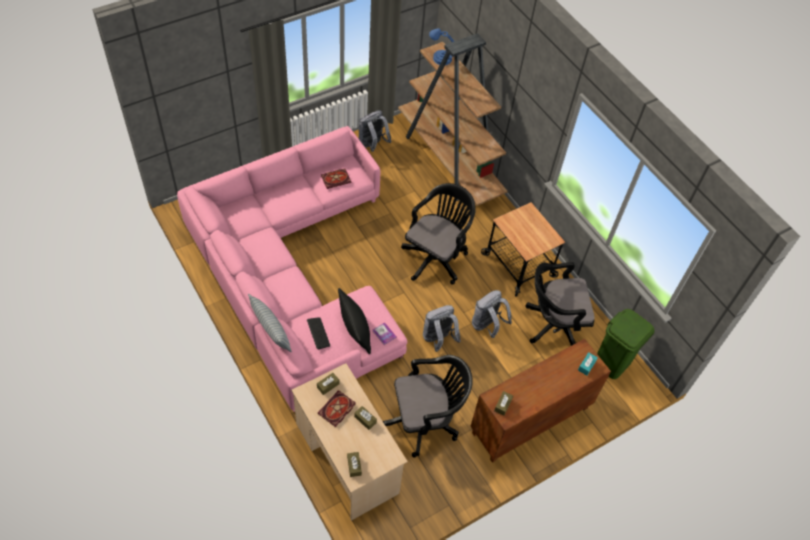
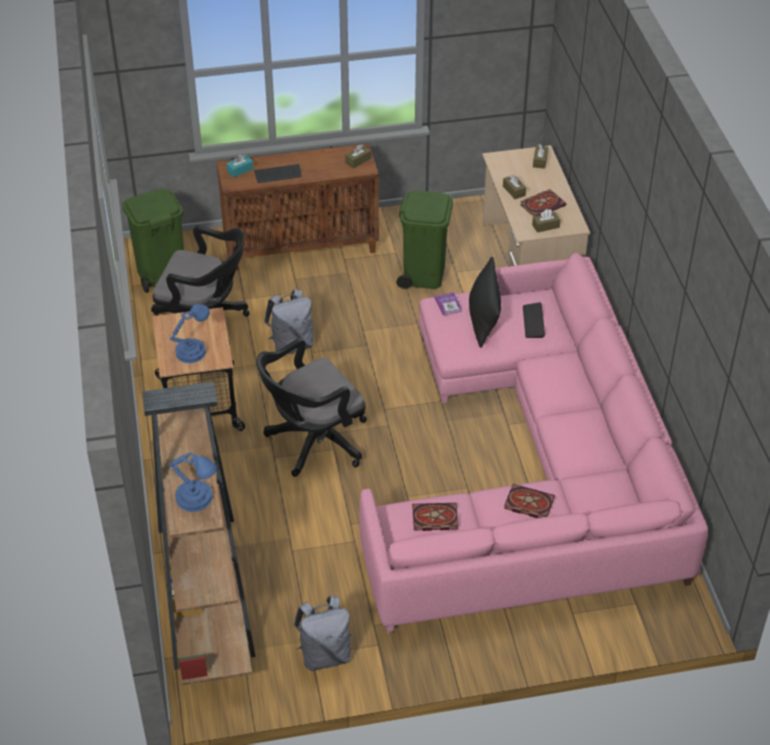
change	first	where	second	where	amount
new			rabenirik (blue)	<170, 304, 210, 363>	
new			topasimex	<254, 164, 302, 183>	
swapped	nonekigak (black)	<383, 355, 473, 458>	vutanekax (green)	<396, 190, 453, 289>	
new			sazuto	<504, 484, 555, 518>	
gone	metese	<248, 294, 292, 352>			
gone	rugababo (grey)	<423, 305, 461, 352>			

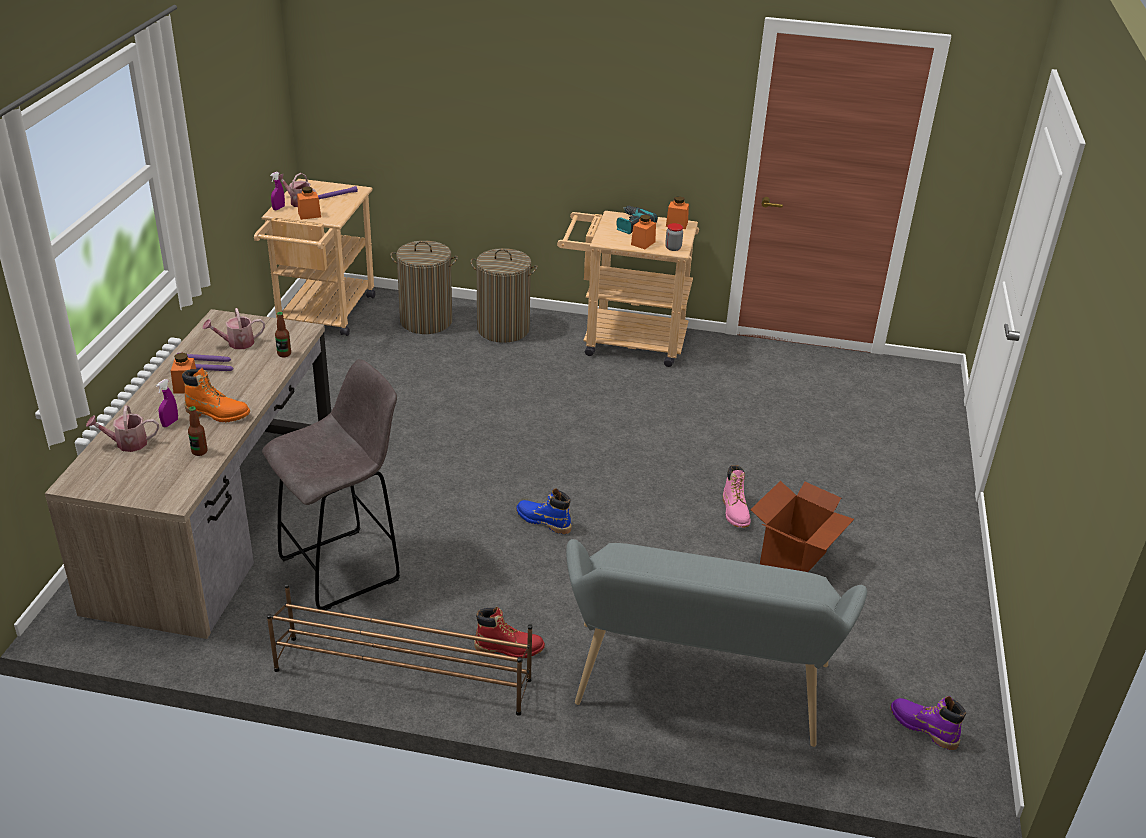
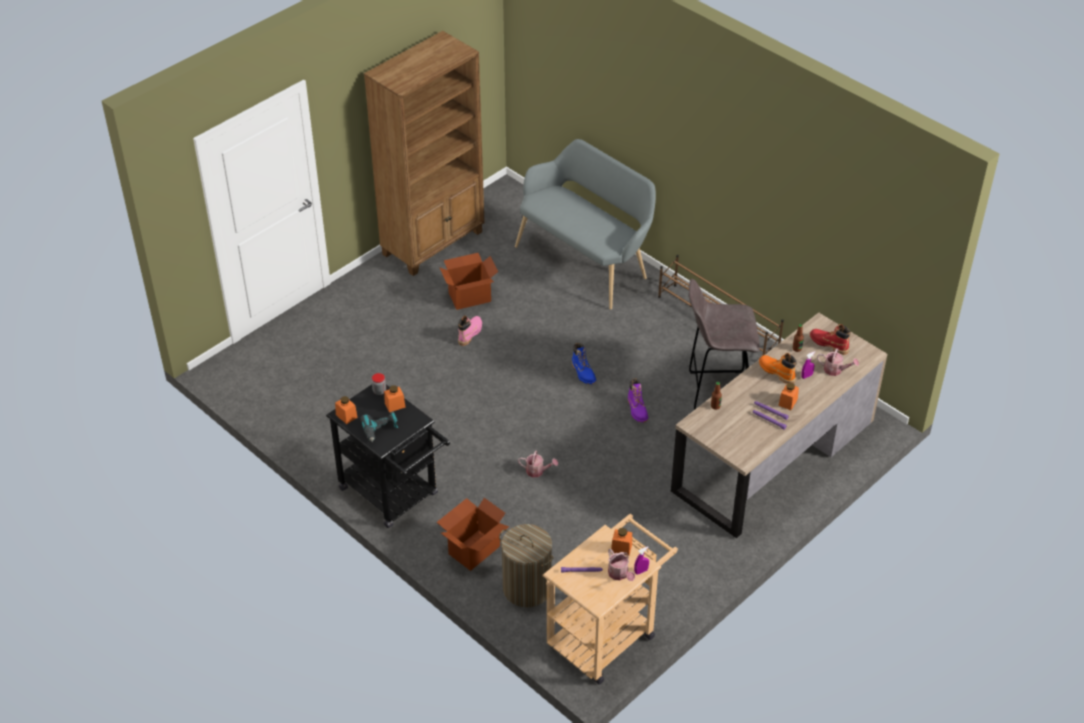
change	first	where	second	where	amount
repainted	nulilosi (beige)	<557, 211, 699, 367>	nulilosi (black)	<326, 384, 450, 528>	
new			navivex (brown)	<364, 31, 485, 276>	
swapped	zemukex	<470, 248, 538, 343>	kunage	<437, 498, 509, 571>	
shifted	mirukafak	<202, 308, 265, 349>		<518, 451, 558, 478>	
shifted	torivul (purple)	<890, 696, 966, 750>		<628, 379, 648, 423>	
shifted	torivul (red)	<474, 607, 545, 659>		<810, 324, 851, 355>	

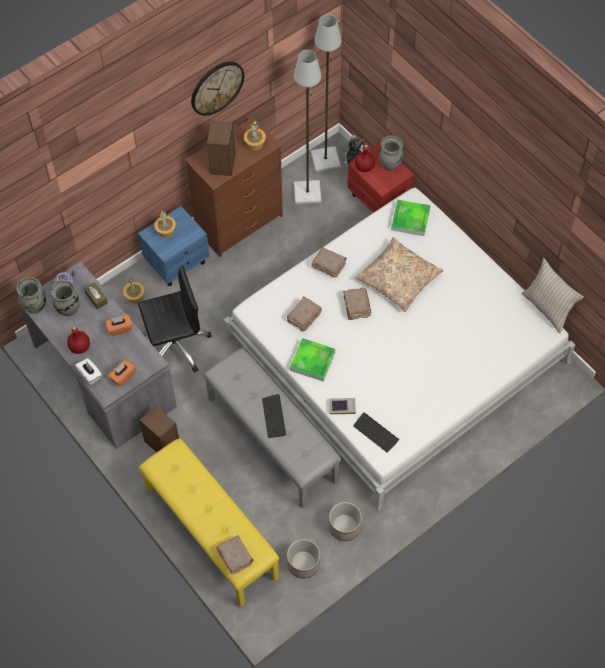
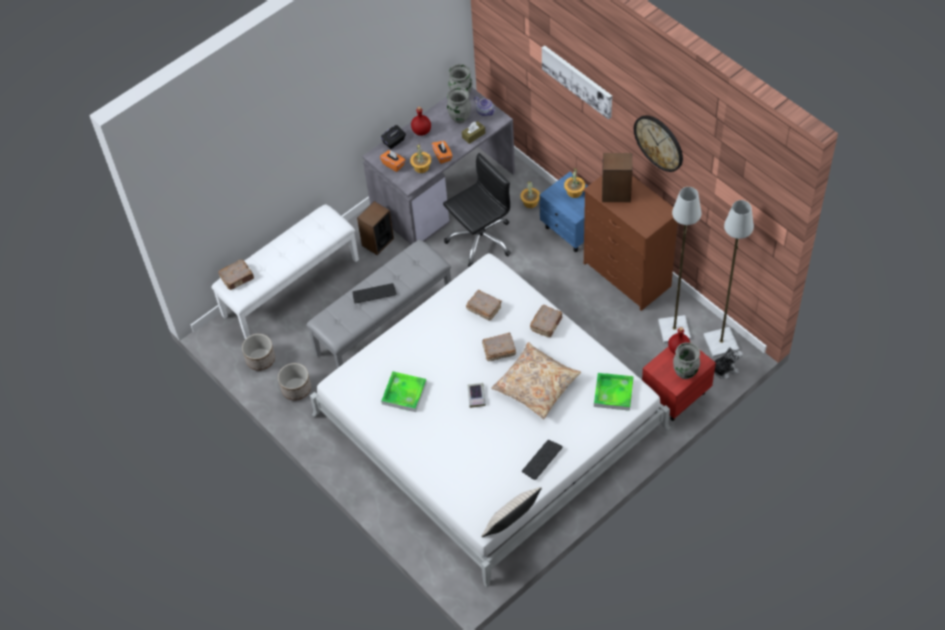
change	first	where	second	where	amount
repainted	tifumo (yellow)	<138, 438, 279, 607>	tifumo (white)	<211, 204, 359, 339>	
repainted	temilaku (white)	<75, 358, 102, 385>	temilaku (black)	<381, 125, 406, 149>	
shifted	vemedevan	<290, 338, 336, 382>		<381, 371, 427, 412>	
shifted	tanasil	<244, 120, 266, 151>		<410, 143, 431, 173>	
rotated	nonekigak (black)	<138, 265, 212, 373>		<443, 153, 511, 267>	105 degrees counterclockwise
shifted	sazuto	<330, 398, 356, 414>		<468, 383, 486, 408>	
shifted	topasimex	<353, 413, 399, 453>		<522, 440, 563, 480>	
new			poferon	<542, 45, 612, 120>	

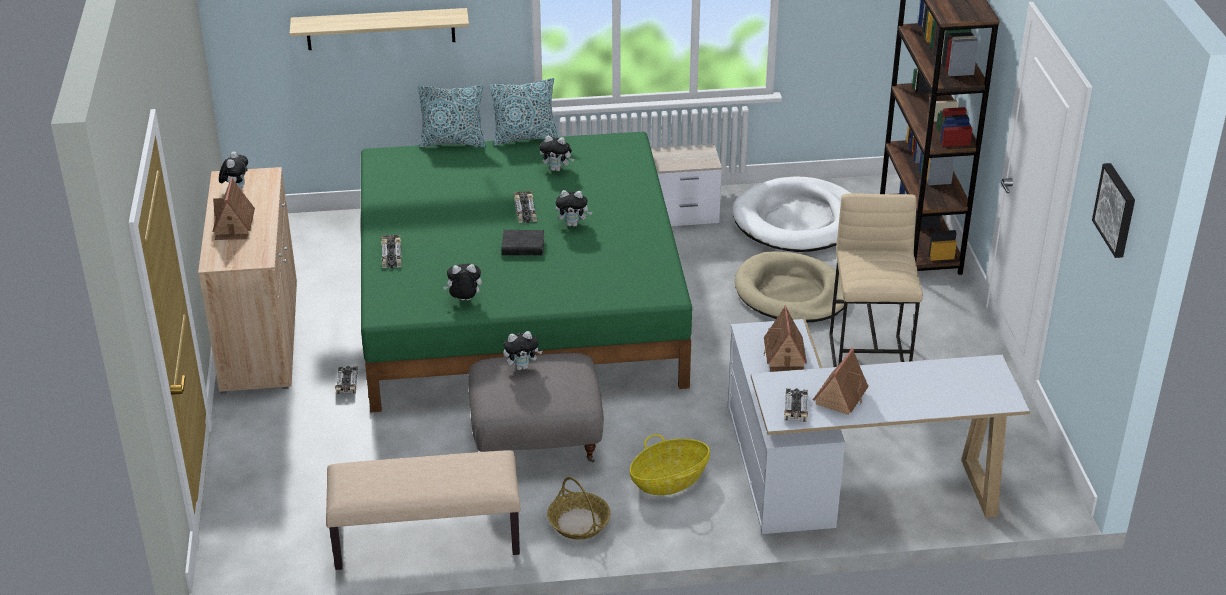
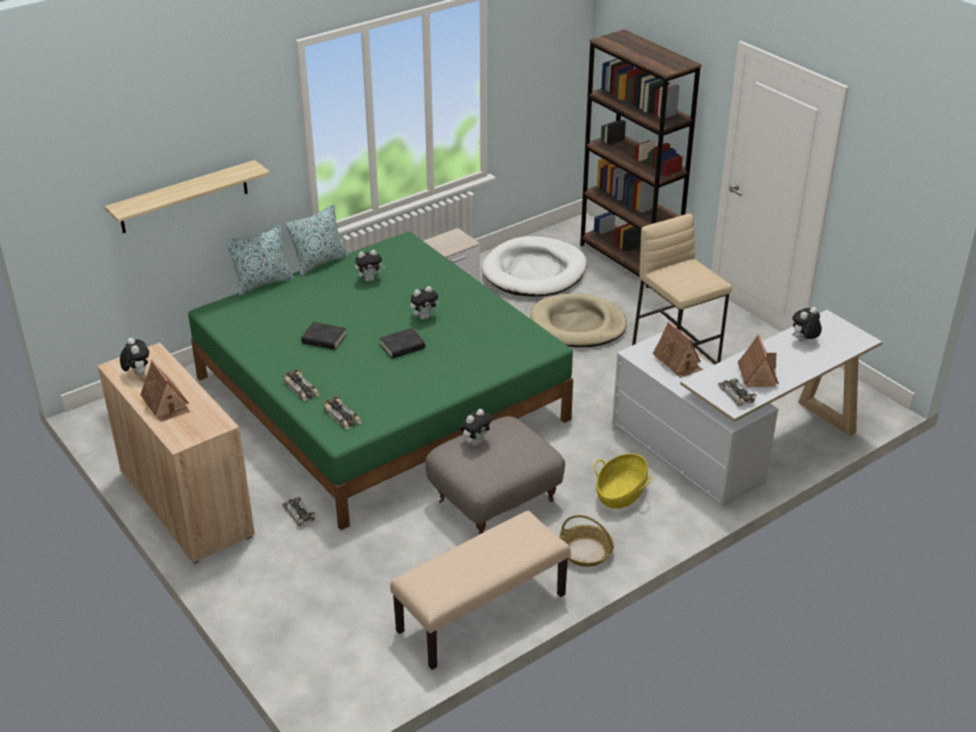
change	first	where	second	where	amount
new			sazuto (black)	<301, 322, 346, 350>	
shifted	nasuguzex	<513, 191, 537, 223>		<322, 395, 361, 429>	
shifted	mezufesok	<443, 264, 482, 300>		<792, 307, 822, 341>	
gone	poferon	<1092, 163, 1135, 258>			

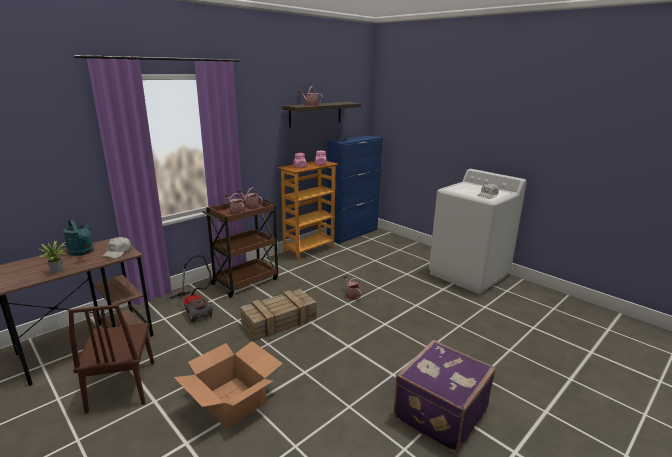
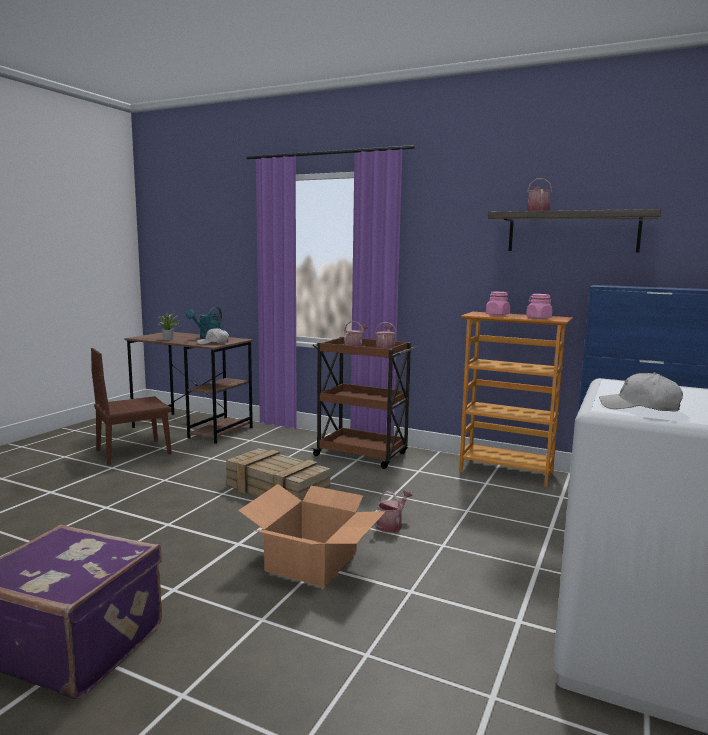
change	first	where	second	where	amount
shifted	kunage	<174, 341, 283, 429>		<238, 484, 386, 587>	
gone	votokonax	<170, 255, 213, 322>			

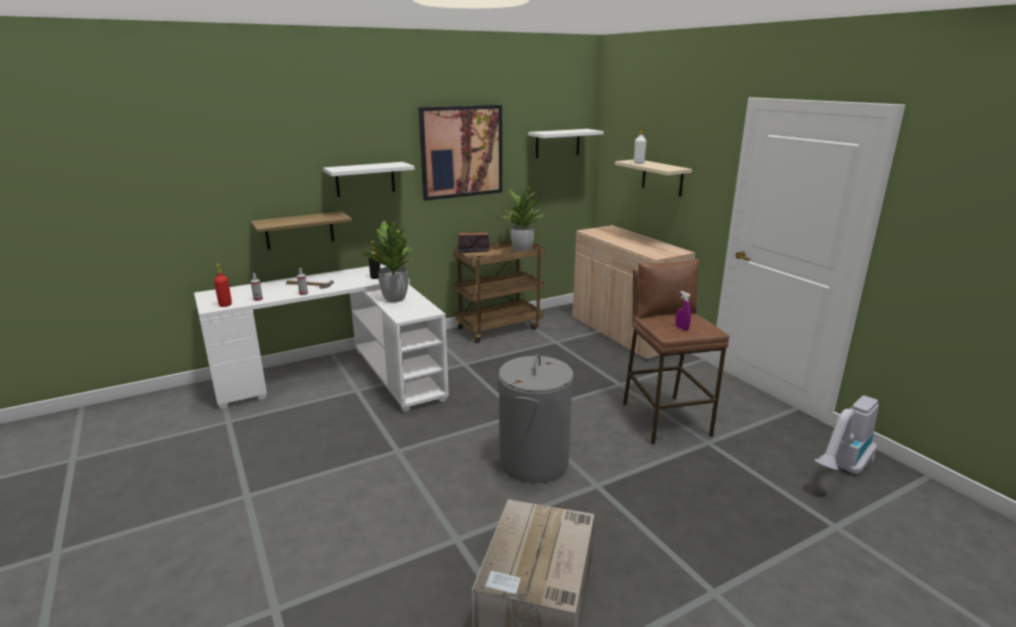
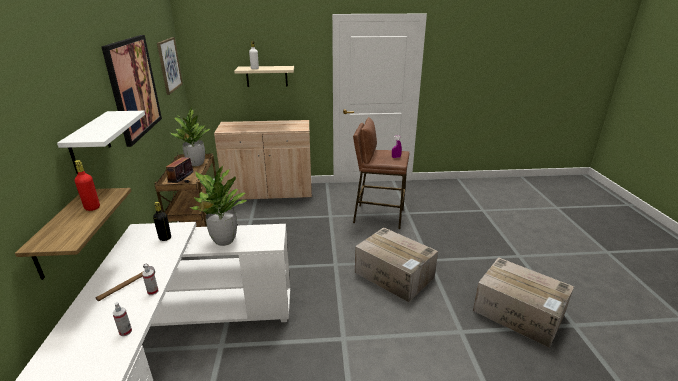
change	first	where	second	where	amount
shifted	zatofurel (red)	<214, 264, 232, 307>		<75, 160, 100, 211>	
swapped	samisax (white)	<528, 129, 604, 158>	poferon	<157, 37, 183, 95>	
swapped	zemukex (grey)	<498, 354, 574, 483>	kunage	<355, 227, 438, 302>	
gone	votokonax	<814, 395, 879, 474>			

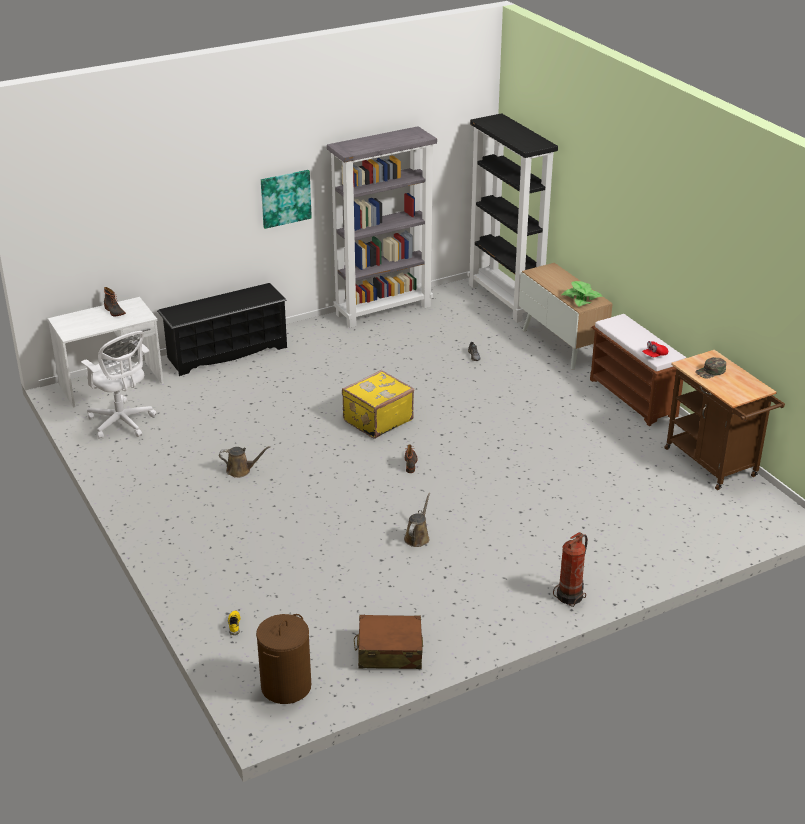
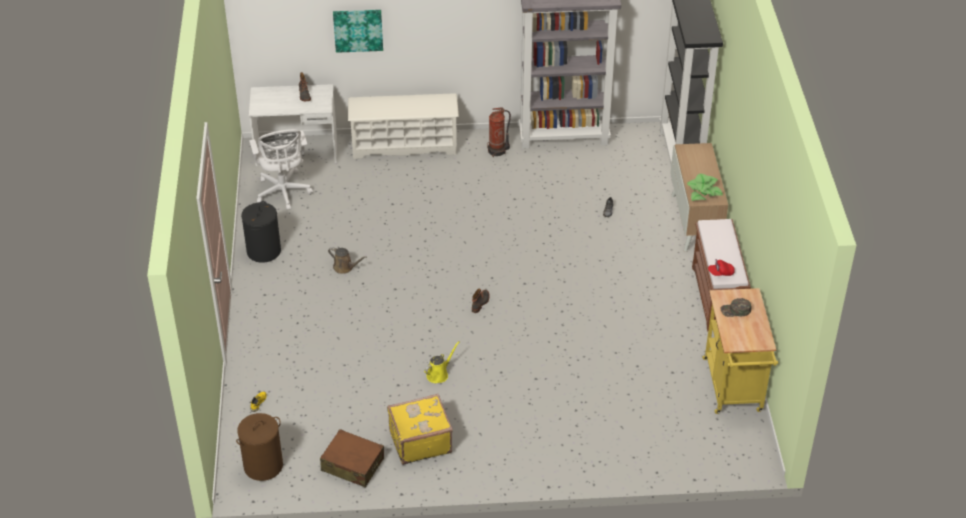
change	first	where	second	where	amount
new			zemukex (black)	<241, 201, 281, 263>	
shifted	poferon	<261, 170, 312, 229>		<333, 10, 383, 53>	
repainted	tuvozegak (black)	<157, 283, 287, 376>	tuvozegak (white)	<348, 93, 459, 159>	
shifted	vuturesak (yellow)	<342, 370, 414, 439>		<387, 394, 453, 465>	
repainted	mirukafak (brown)	<404, 493, 430, 547>	mirukafak (yellow)	<424, 341, 460, 383>	
shifted	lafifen	<553, 532, 588, 607>		<487, 107, 511, 157>	
repainted	nulilosi (brown)	<664, 350, 785, 490>	nulilosi (yellow)	<702, 288, 778, 414>	

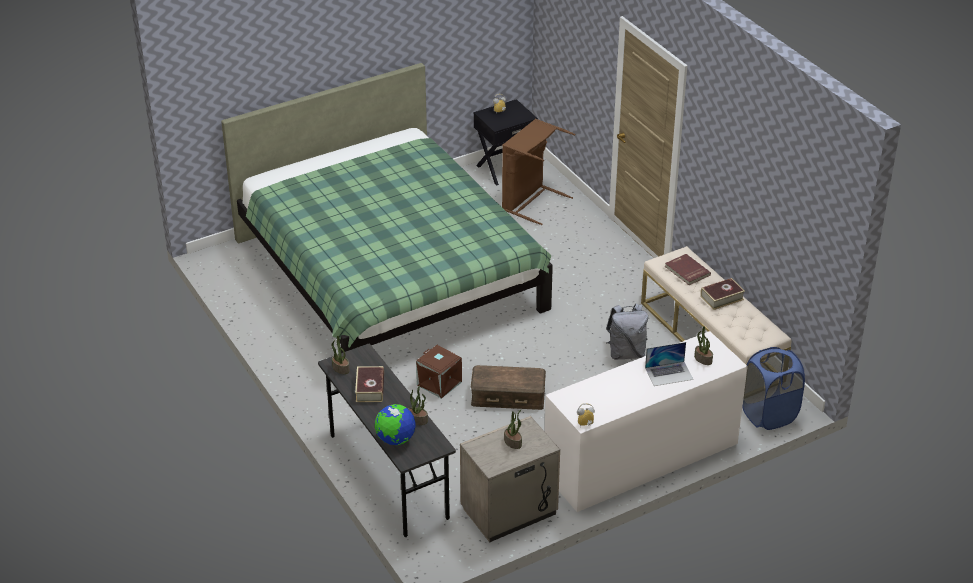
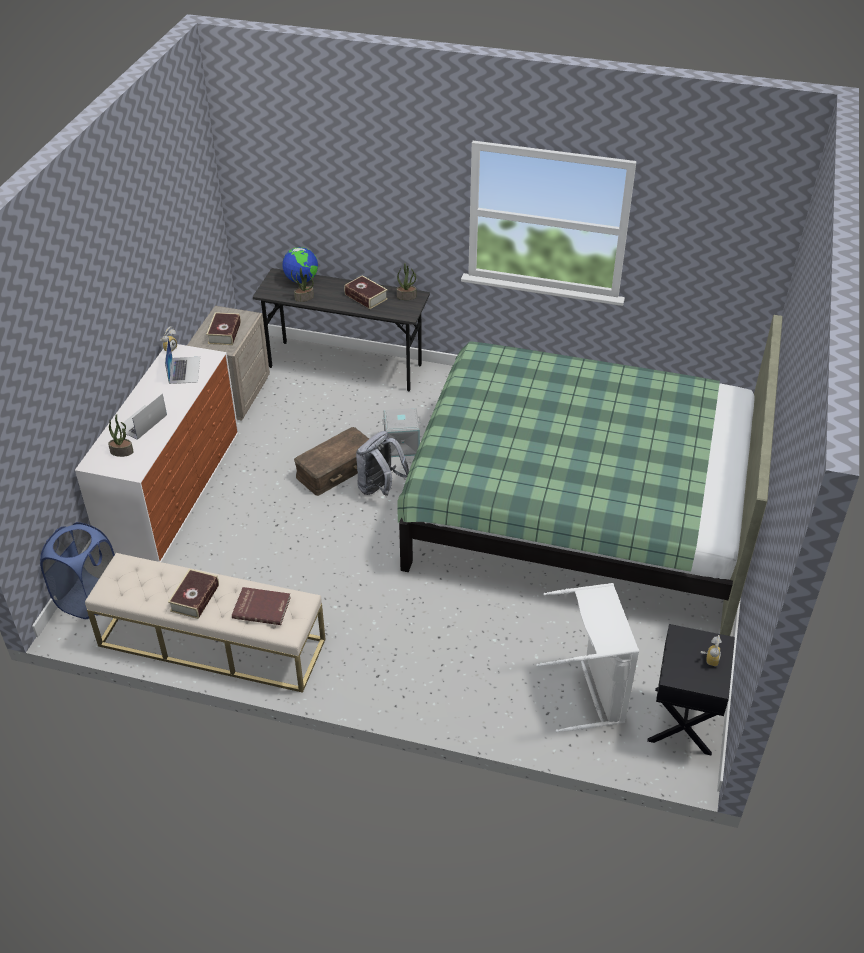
change	first	where	second	where	amount
new			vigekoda	<165, 337, 200, 384>	
swapped	tanasil	<504, 410, 522, 449>	sazuto	<206, 312, 241, 345>	
shifted	rugababo (grey)	<606, 304, 648, 360>		<356, 431, 409, 496>	
repainted	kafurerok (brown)	<416, 345, 462, 399>	kafurerok (grey)	<382, 408, 421, 457>	
repainted	zemukex (brown)	<502, 119, 575, 225>	zemukex (white)	<536, 583, 639, 732>	

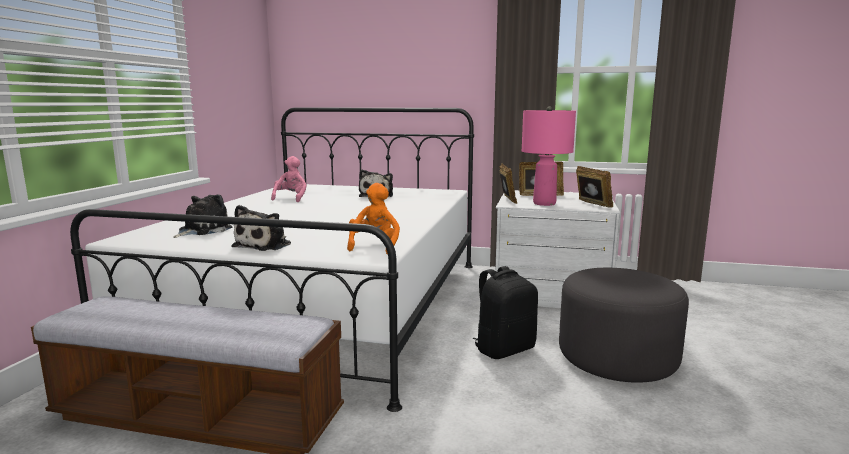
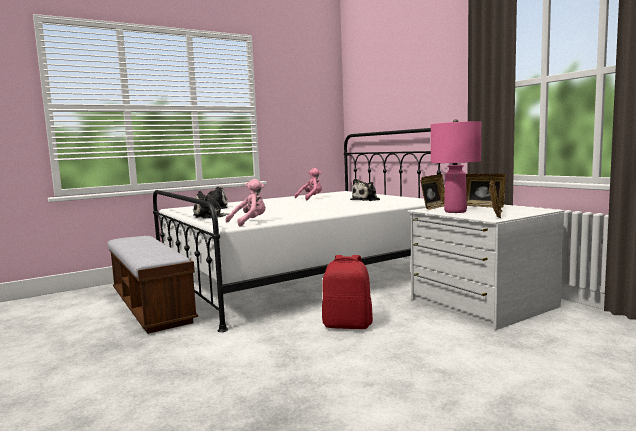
change	first	where	second	where	amount
repainted	mezufesok (orange)	<347, 183, 400, 254>	mezufesok (pink)	<226, 179, 266, 226>	
repainted	rugababo (black)	<472, 266, 538, 359>	rugababo (red)	<322, 255, 373, 329>	
gone	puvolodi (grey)	<559, 268, 689, 383>			

